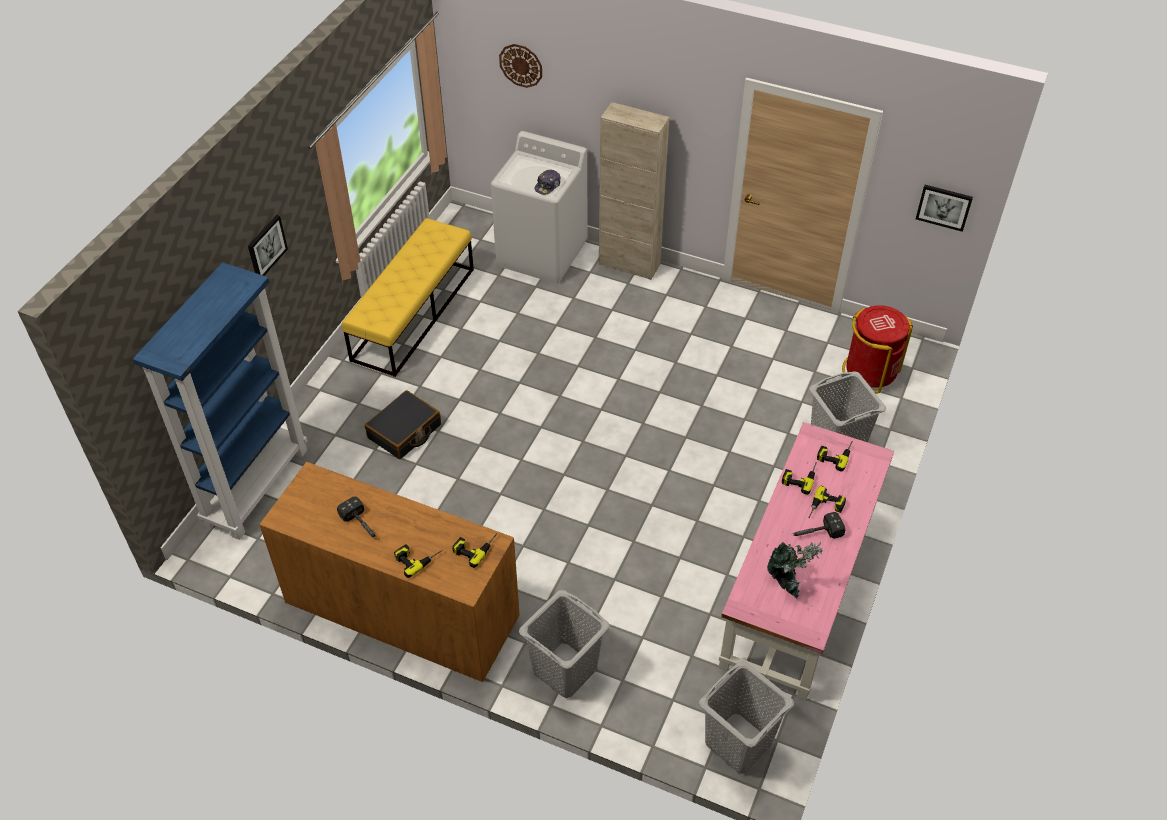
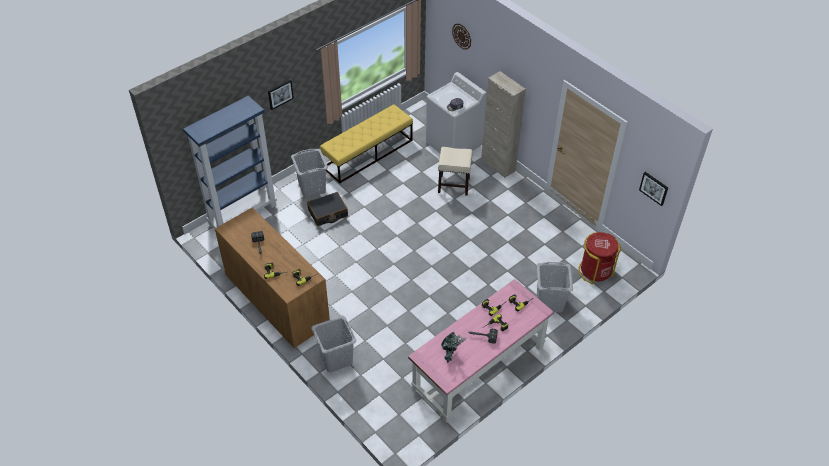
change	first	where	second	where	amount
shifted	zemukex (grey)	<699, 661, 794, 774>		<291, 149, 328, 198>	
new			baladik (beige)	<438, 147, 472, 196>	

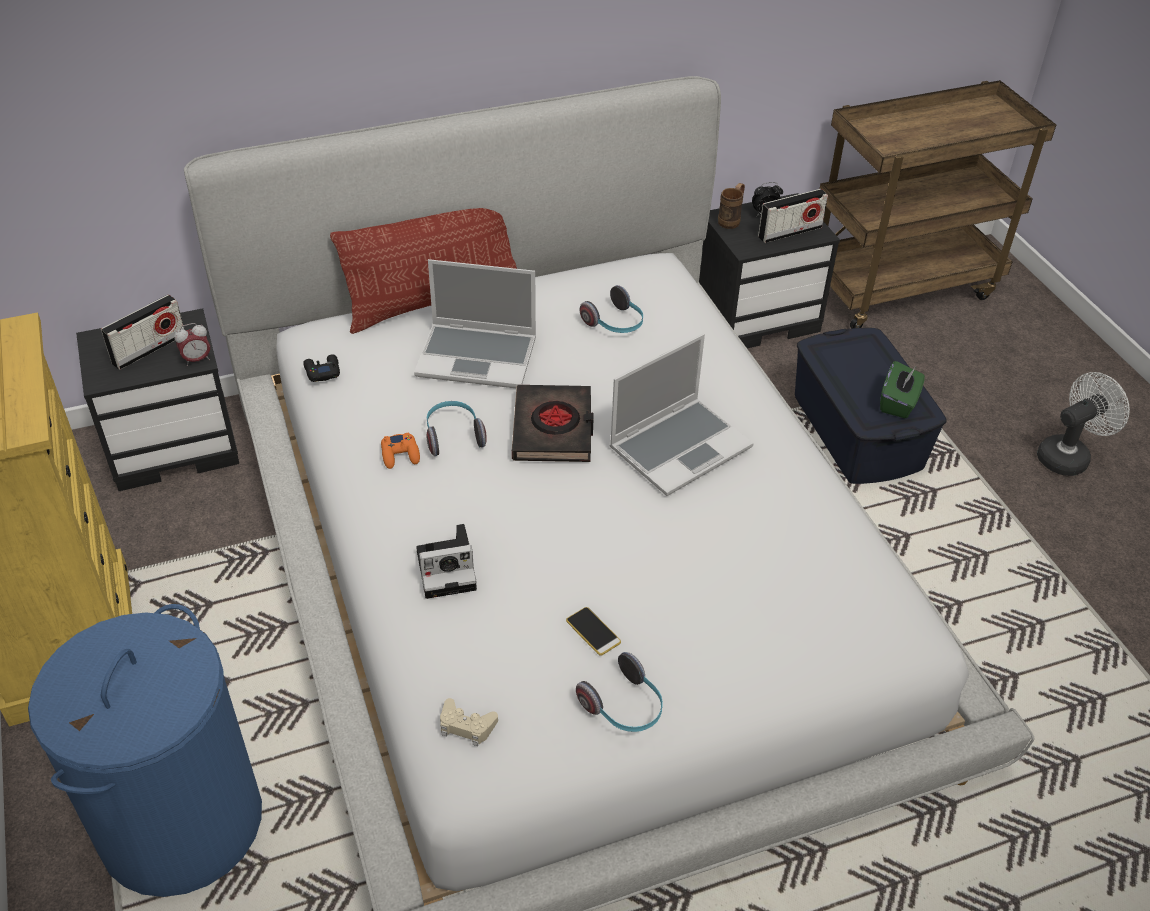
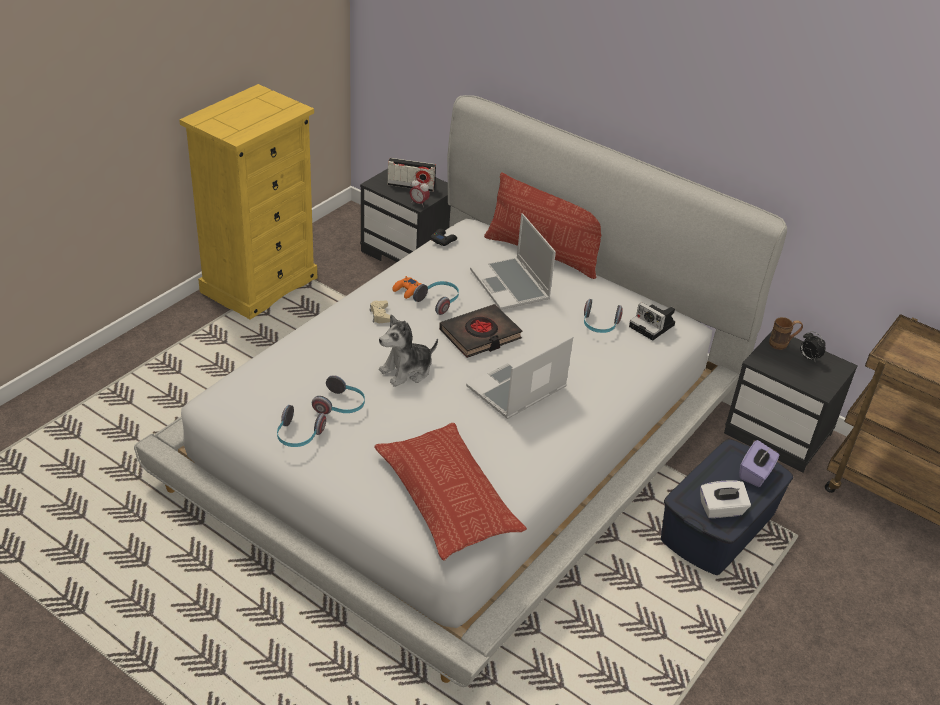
change	first	where	second	where	amount
swapped	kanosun	<566, 607, 621, 655>	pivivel	<312, 375, 365, 415>	
shifted	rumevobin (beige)	<440, 698, 498, 746>		<370, 301, 390, 323>	
new			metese	<374, 423, 527, 561>	
new			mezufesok	<379, 315, 438, 387>	
rotated	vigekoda	<610, 334, 754, 496>		<466, 336, 573, 419>	120 degrees clockwise
shifted	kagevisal	<416, 524, 477, 599>		<629, 302, 675, 340>	
repainted	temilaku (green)	<880, 361, 925, 418>	temilaku (white)	<700, 480, 751, 518>	
new			temilaku (purple)	<739, 440, 779, 487>	
gone	zemukex (blue)	<28, 604, 262, 897>			
gone	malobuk	<758, 189, 828, 243>			
gone	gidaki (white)	<1037, 372, 1130, 476>			

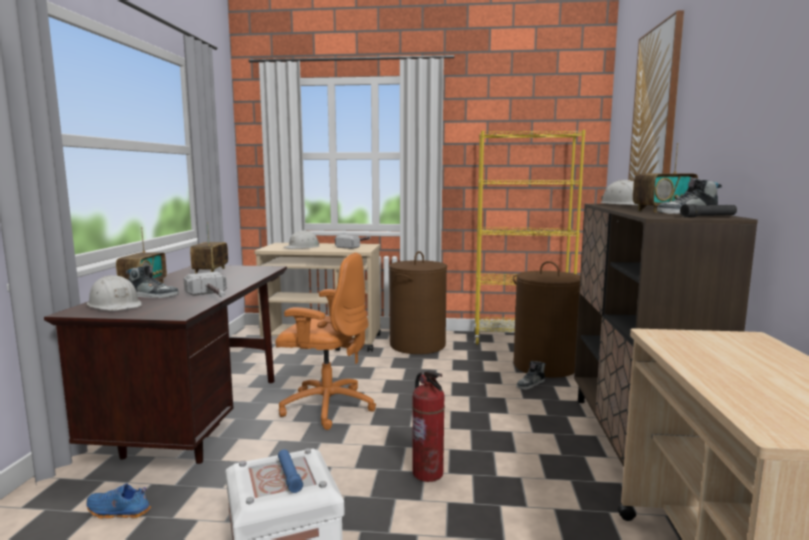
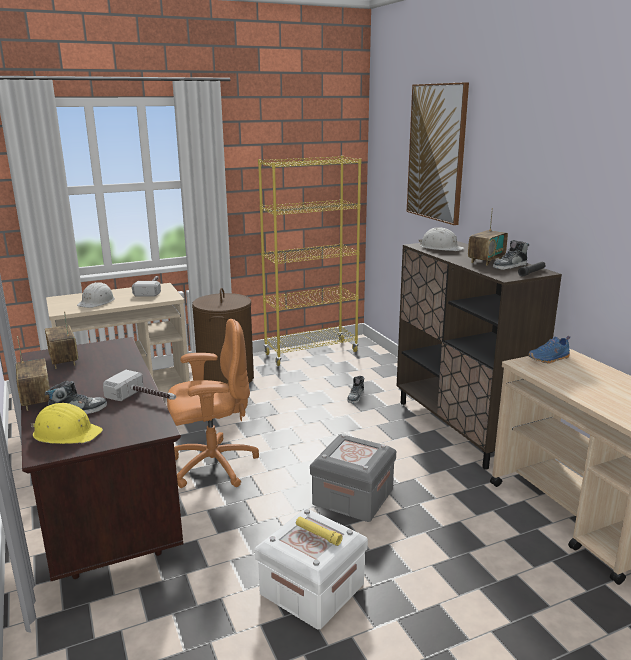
change	first	where	second	where	amount
repainted	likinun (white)	<87, 275, 142, 311>	likinun (yellow)	<31, 403, 103, 444>	
repainted	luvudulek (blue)	<278, 449, 303, 493>	luvudulek (yellow)	<296, 517, 343, 546>	
swapped	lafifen	<412, 370, 445, 482>	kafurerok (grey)	<310, 434, 396, 522>	
shifted	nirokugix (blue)	<86, 483, 151, 519>		<528, 336, 570, 364>	
gone	zemukex (brown)	<513, 261, 580, 378>			

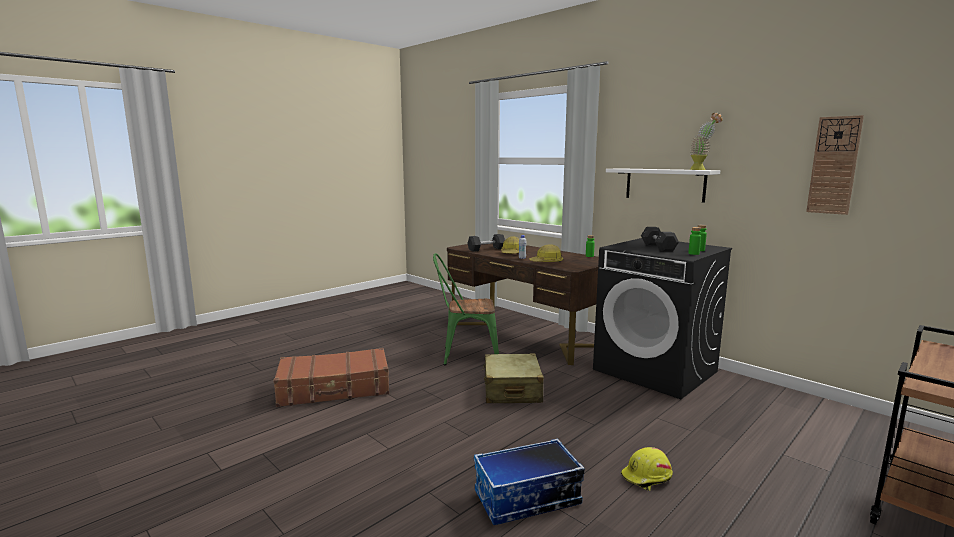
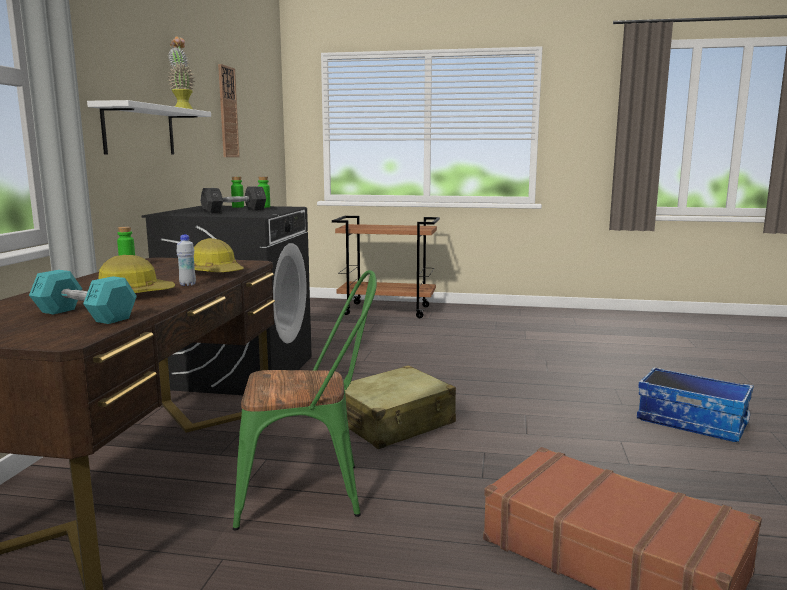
change	first	where	second	where	amount
repainted	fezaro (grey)	<467, 234, 505, 252>	fezaro (turquoise)	<29, 270, 137, 324>	
rotated	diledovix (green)	<433, 253, 499, 365>		<233, 270, 377, 530>	60 degrees counterclockwise
shifted	kafurerok	<474, 439, 585, 525>		<637, 367, 754, 442>	
gone	likinun (yellow)	<621, 447, 673, 491>			

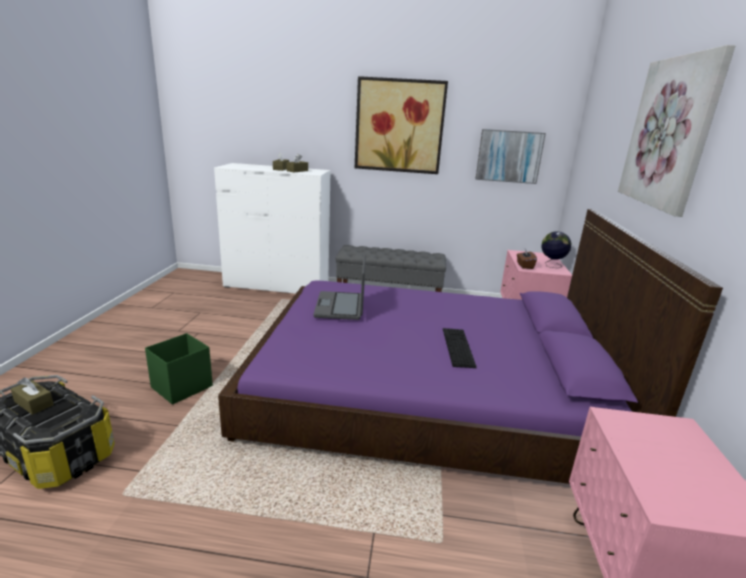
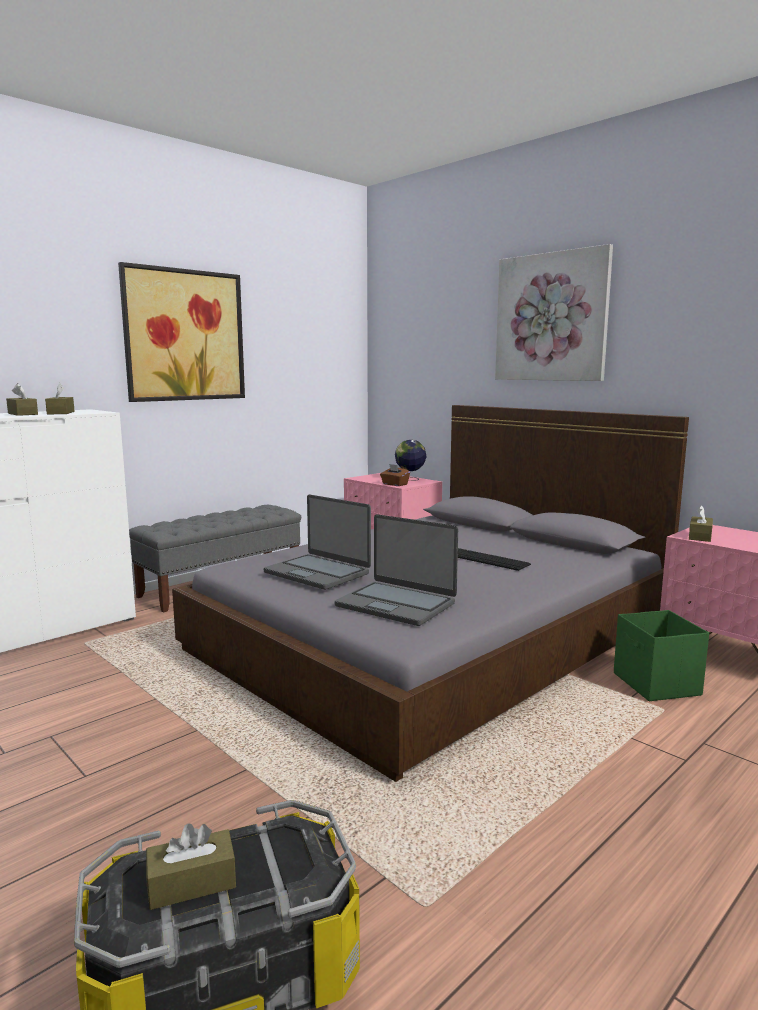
change	first	where	second	where	amount
repainted	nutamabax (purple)	<218, 209, 723, 484>	nutamabax (grey)	<172, 405, 689, 782>	
new			vigekoda	<335, 514, 458, 626>	
shifted	kafurerok (green)	<145, 333, 213, 405>		<614, 610, 709, 701>	
new			temilaku (brown)	<689, 505, 713, 542>	
gone	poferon	<476, 129, 546, 184>			

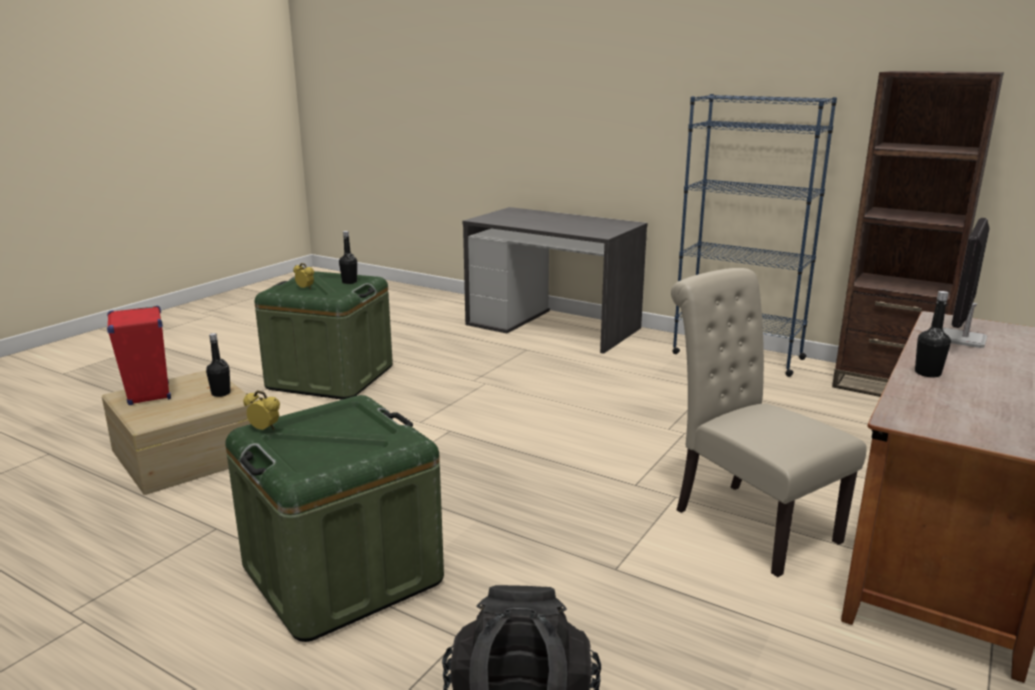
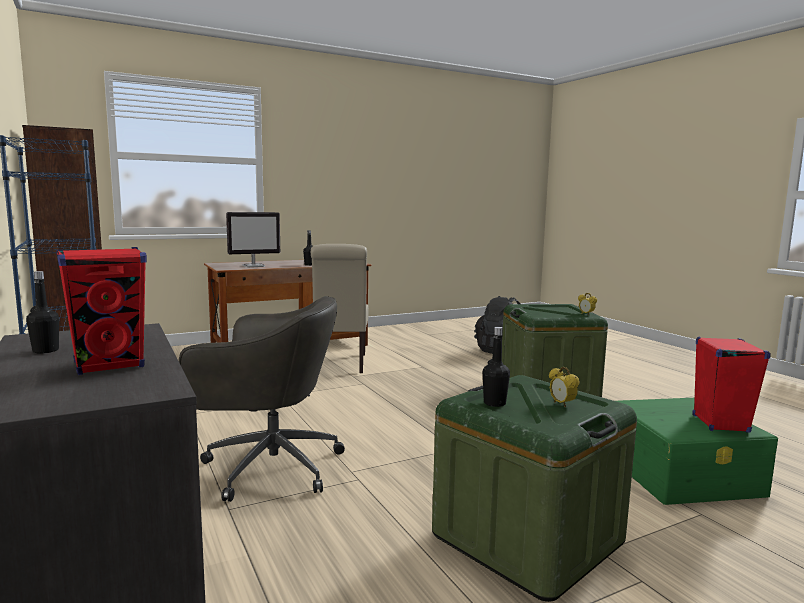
change	first	where	second	where	amount
shifted	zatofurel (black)	<206, 333, 230, 397>		<26, 271, 59, 354>	
new			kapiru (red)	<56, 247, 147, 375>	
new			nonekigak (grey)	<179, 296, 345, 502>	
repainted	kafurerok (beige)	<102, 371, 255, 495>	kafurerok (green)	<616, 398, 778, 505>	

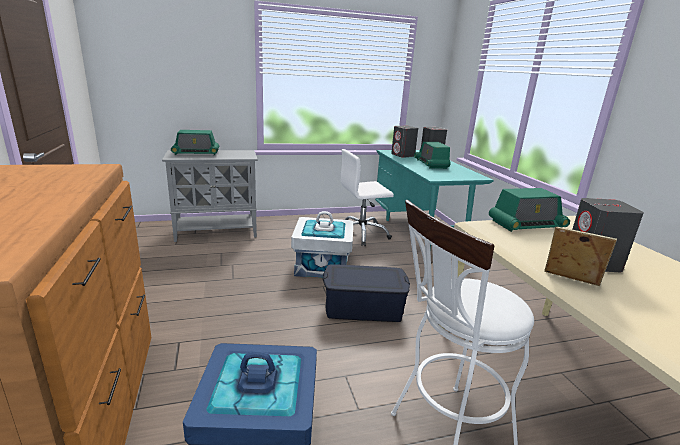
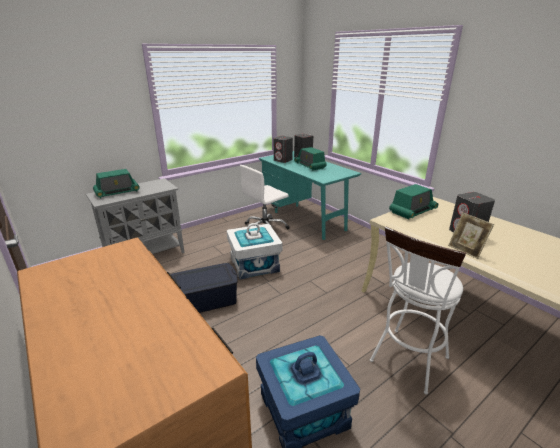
change	first	where	second	where	amount
shifted	kafurerok (blue)	<323, 264, 410, 322>		<171, 263, 238, 313>	
rotated	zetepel	<544, 226, 617, 286>		<448, 212, 494, 259>	135 degrees counterclockwise

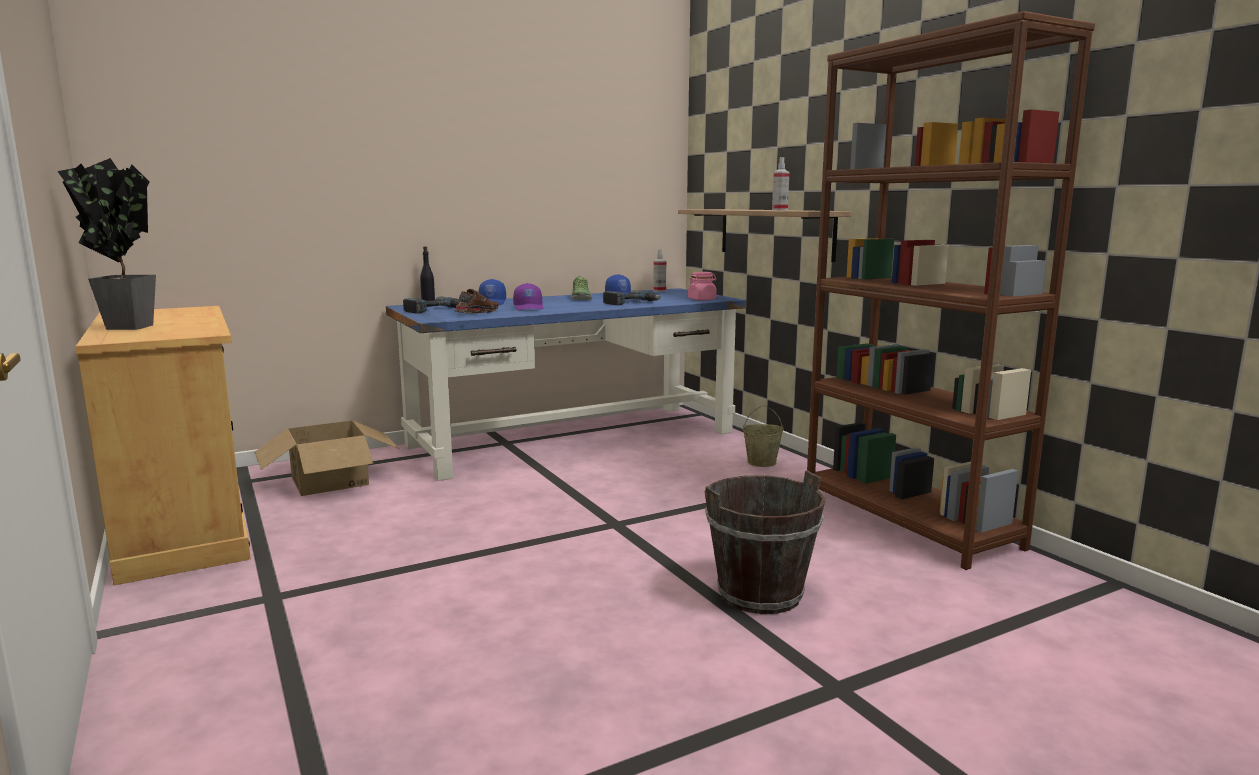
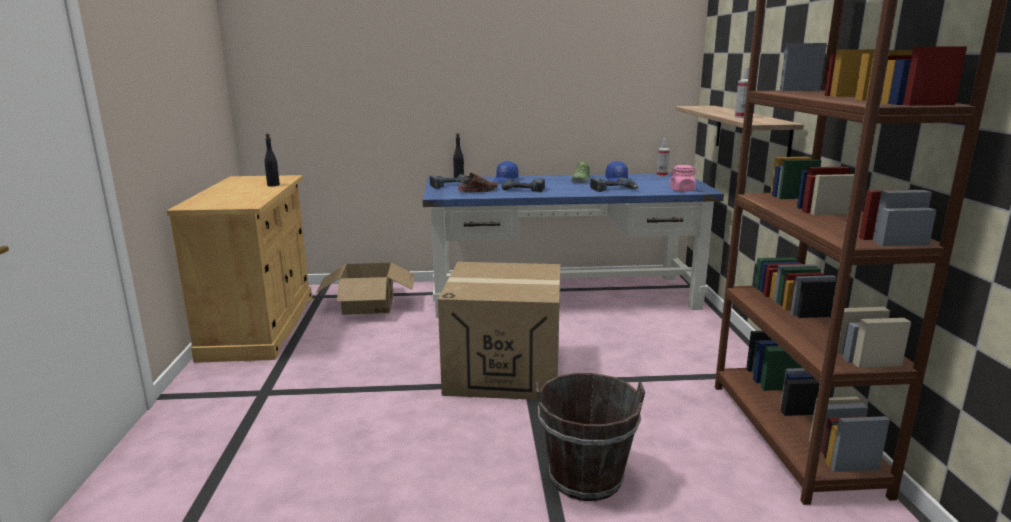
change	first	where	second	where	amount
new			zatofurel (black)	<264, 133, 280, 187>	
new			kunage	<438, 262, 560, 400>	
swapped	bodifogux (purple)	<513, 283, 543, 310>	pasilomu	<502, 178, 545, 192>	
gone	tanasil	<57, 158, 156, 330>			
gone	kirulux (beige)	<743, 405, 784, 467>			

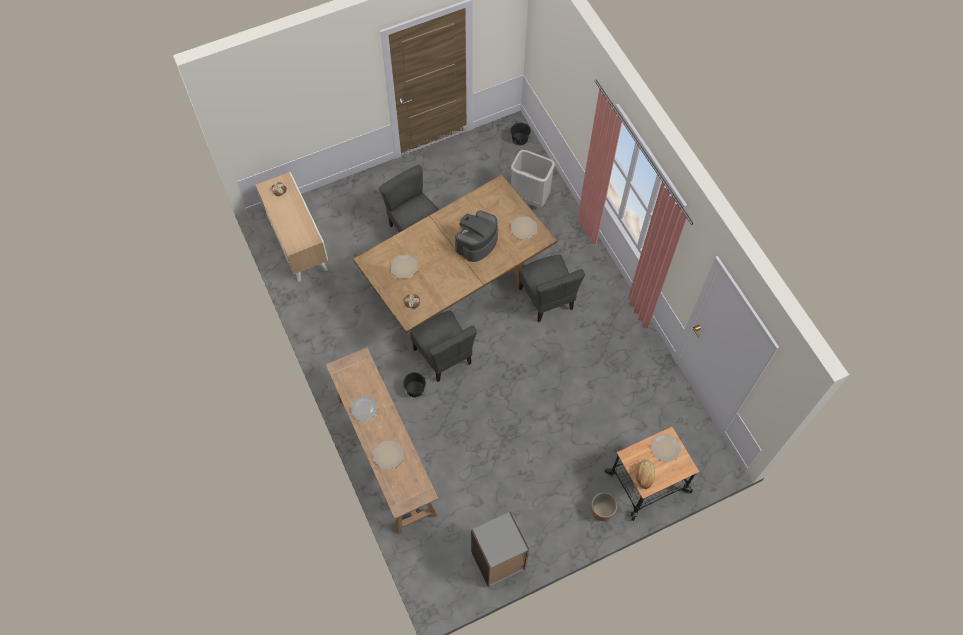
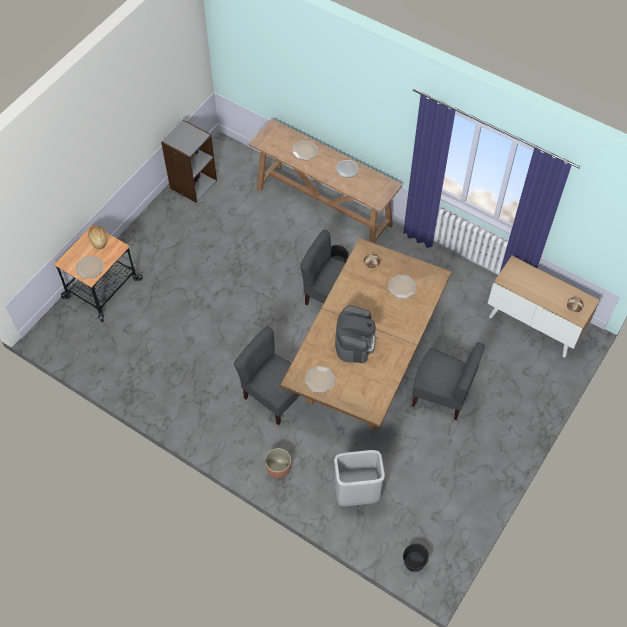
change	first	where	second	where	amount
shifted	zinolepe	<591, 493, 617, 521>		<265, 448, 291, 479>	

